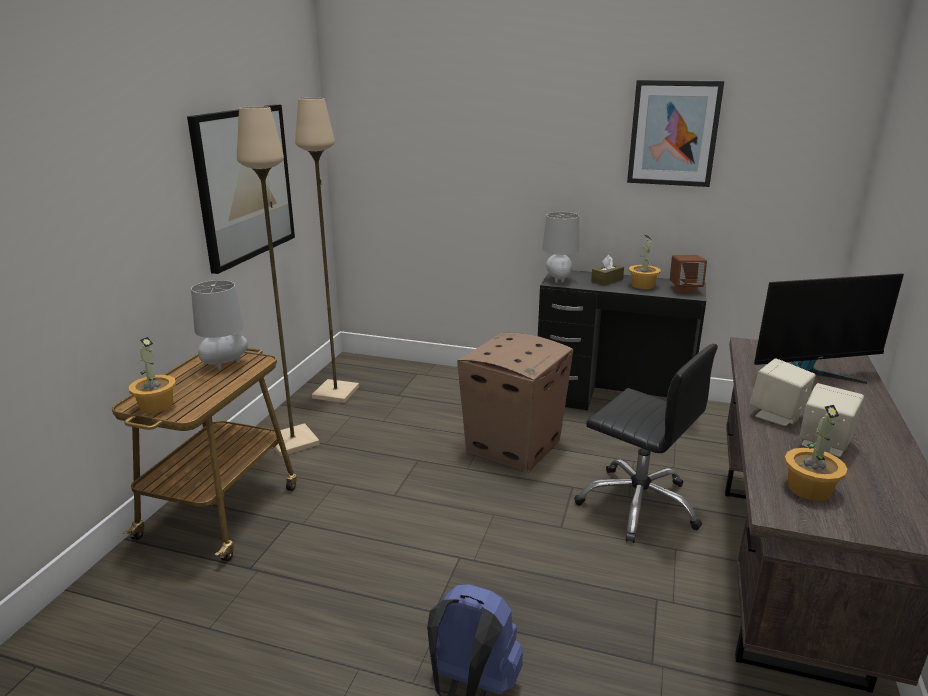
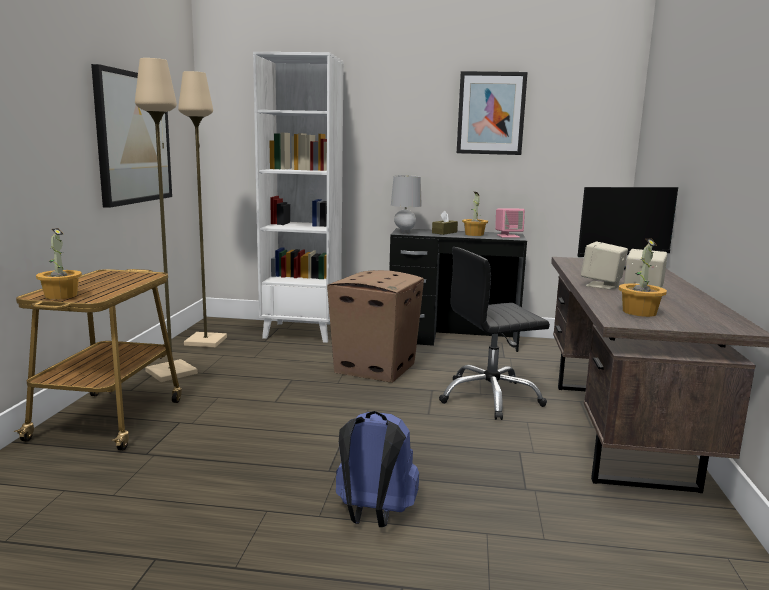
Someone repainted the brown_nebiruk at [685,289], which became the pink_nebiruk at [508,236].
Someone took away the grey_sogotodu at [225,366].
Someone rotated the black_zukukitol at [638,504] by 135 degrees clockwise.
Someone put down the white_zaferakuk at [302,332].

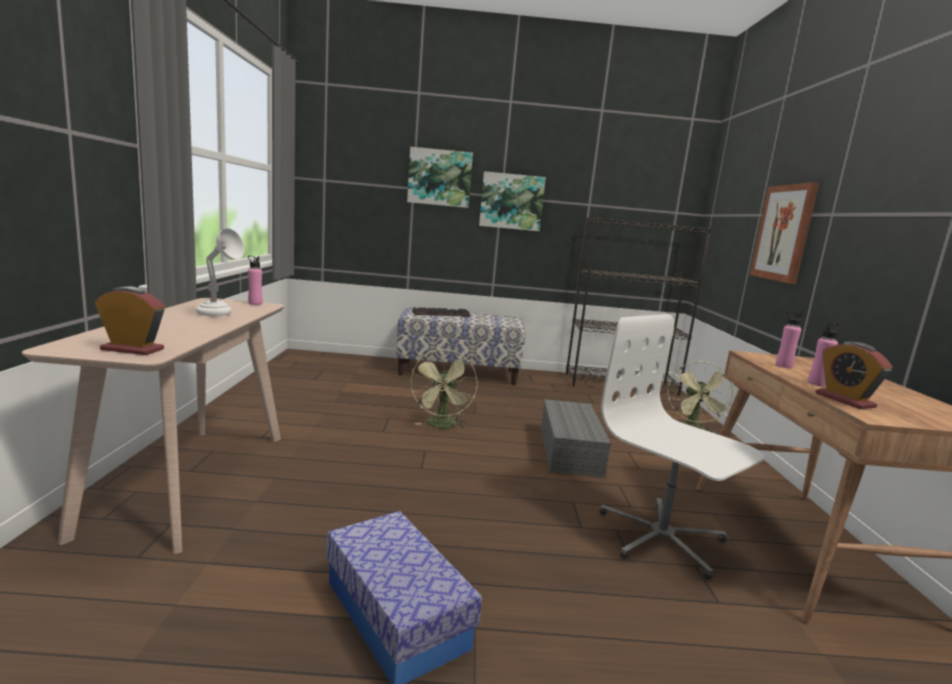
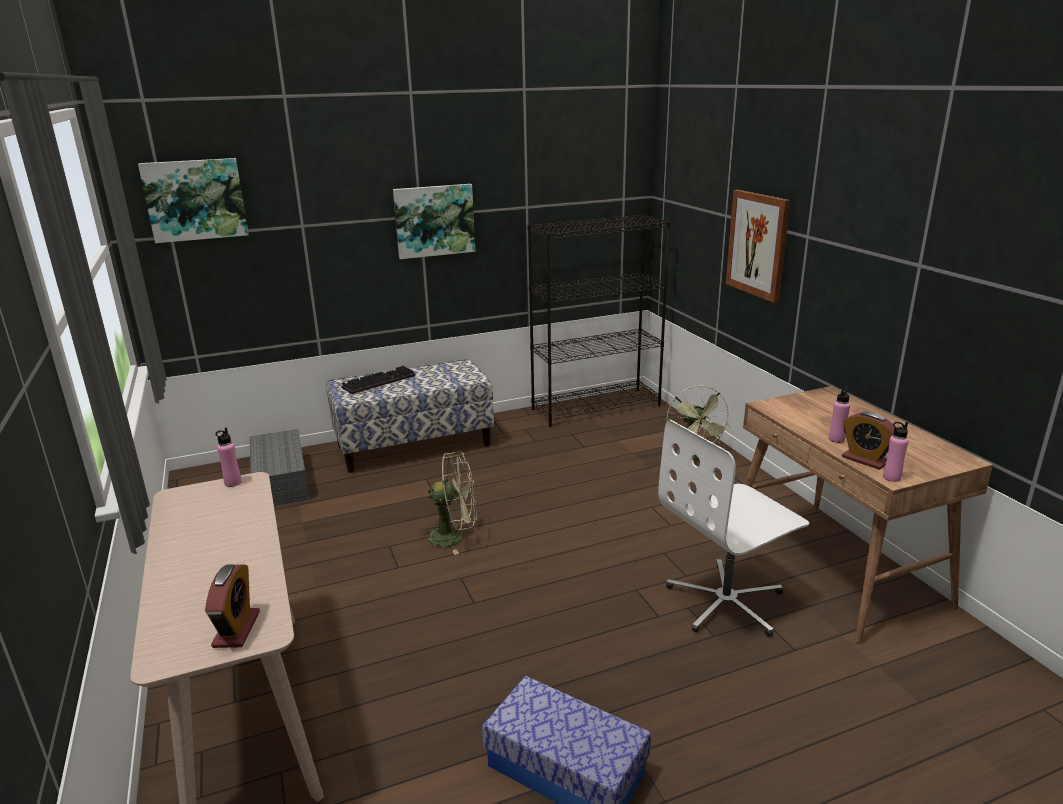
Someone carried the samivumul from [440,177] to [195,200].
Someone took away the white_sogotodu at [220,315].
Someone rotated the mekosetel at [132,349] by 105 degrees clockwise.
Someone carried the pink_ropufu from [783,366] to [891,477].
Someone rotated the white_zukukitol at [661,538] by 60 degrees counterclockwise.
Someone rotated the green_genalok at [442,426] by 75 degrees counterclockwise.
Someone carried the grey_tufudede from [571,451] to [282,481].

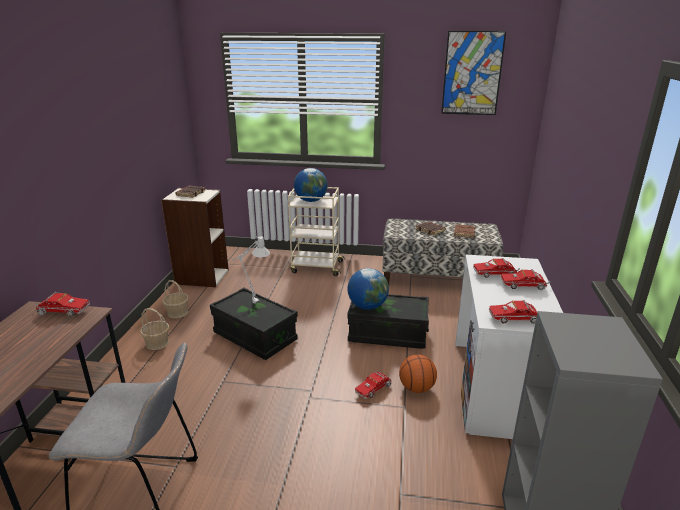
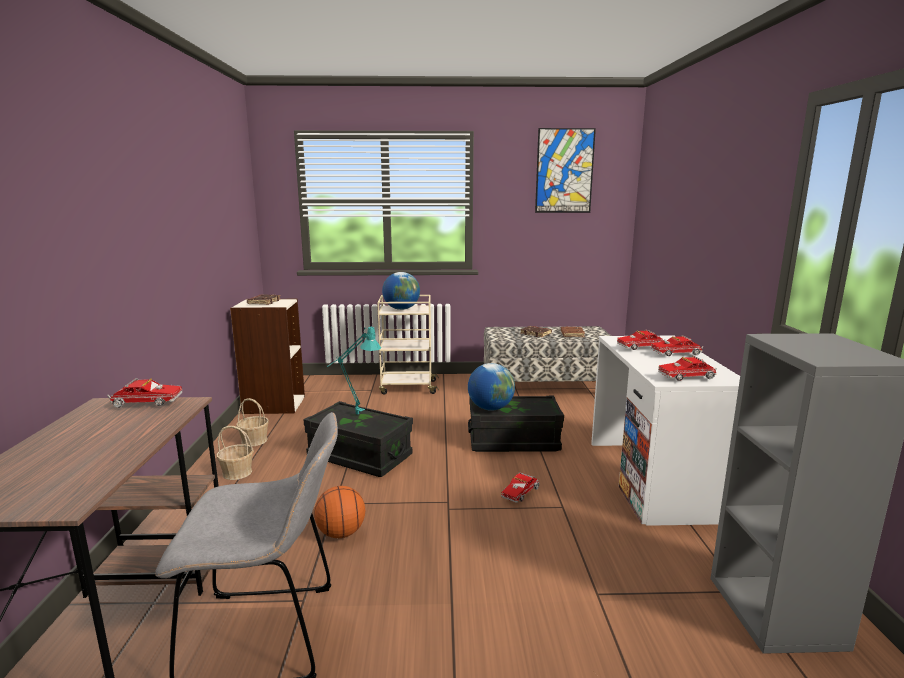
Someone repainted the grey_sogotodu at [251,302], which became the turquoise_sogotodu at [353,414].
Someone carried the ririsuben from [416,388] to [341,533].

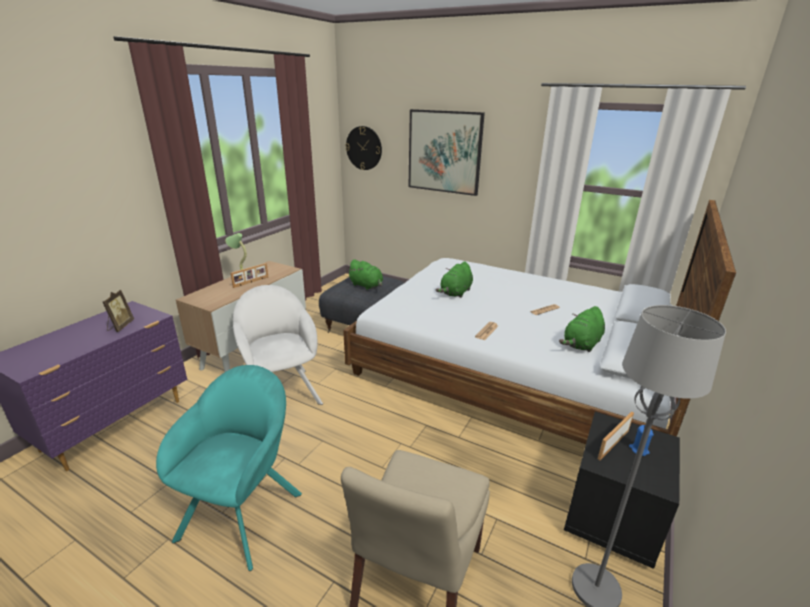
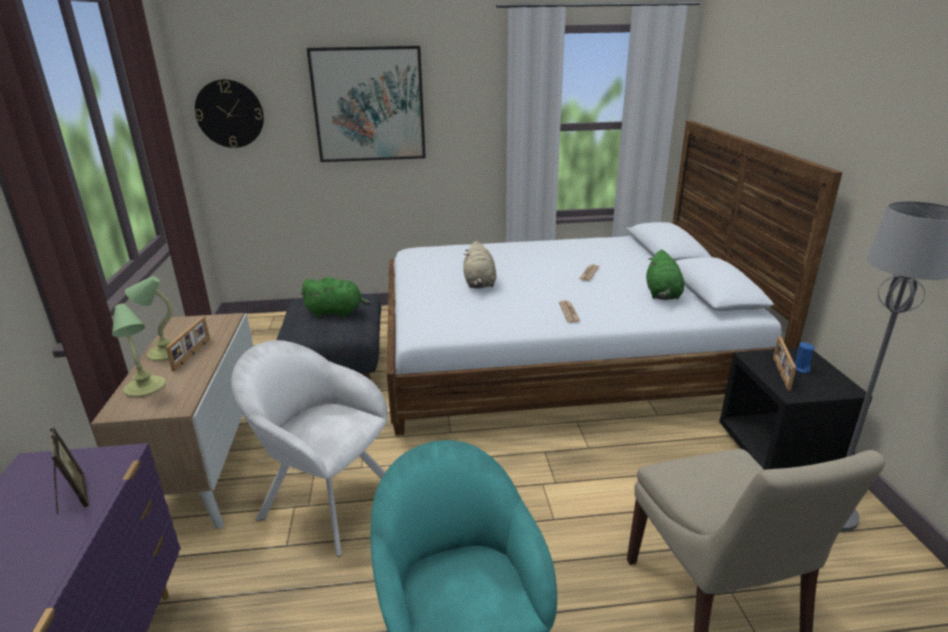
Someone repainted the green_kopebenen at [455,293], which became the beige_kopebenen at [479,283].
Someone put down the sogotodu at [145,388].

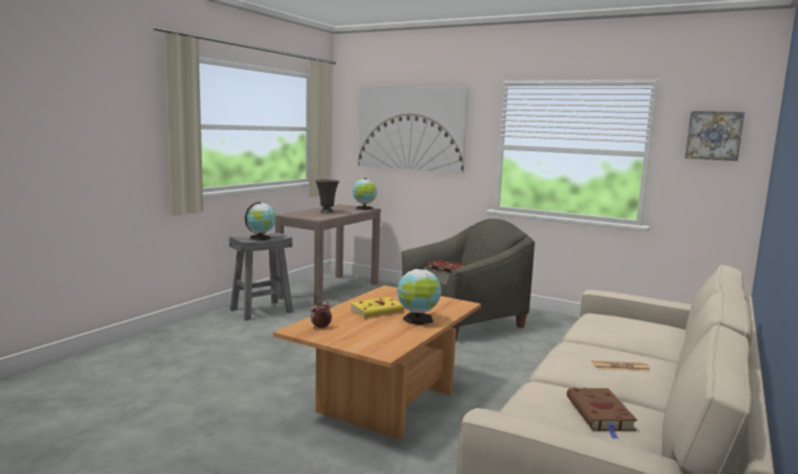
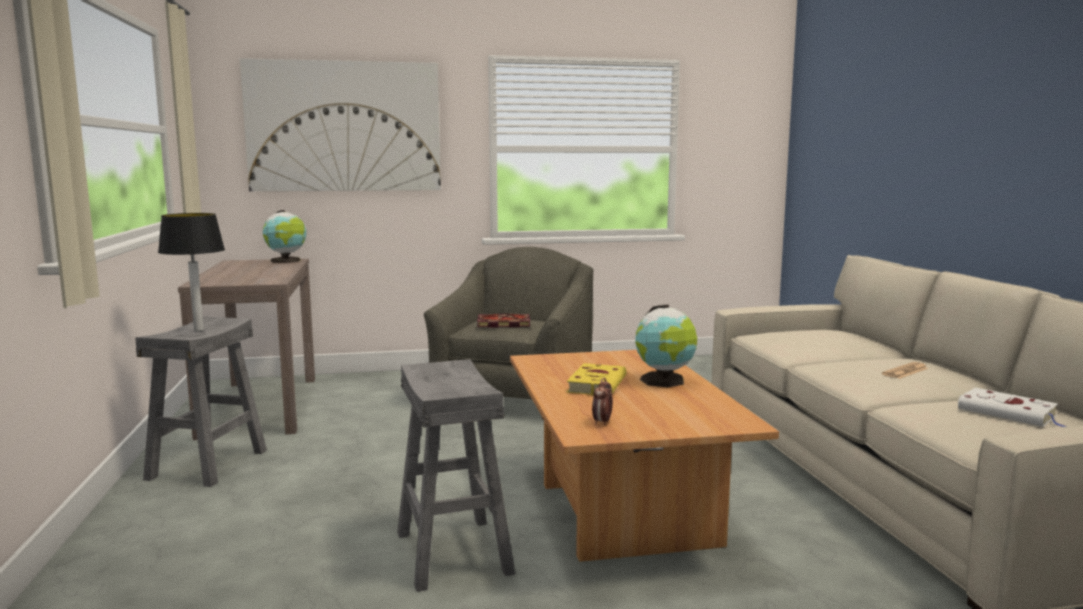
Someone took away the samivumul at [714,135].
Someone took away the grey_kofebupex at [327,212].
Someone swapped the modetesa at [261,238] for the sogotodu at [198,329].
Someone repainted the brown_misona at [601,415], which became the white_misona at [1009,413].
Someone put down the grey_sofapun at [451,552].

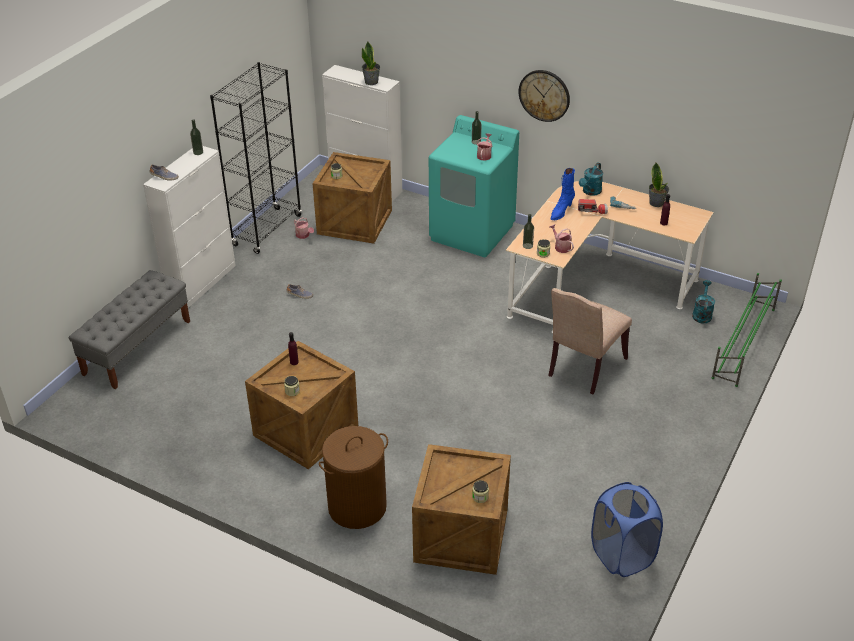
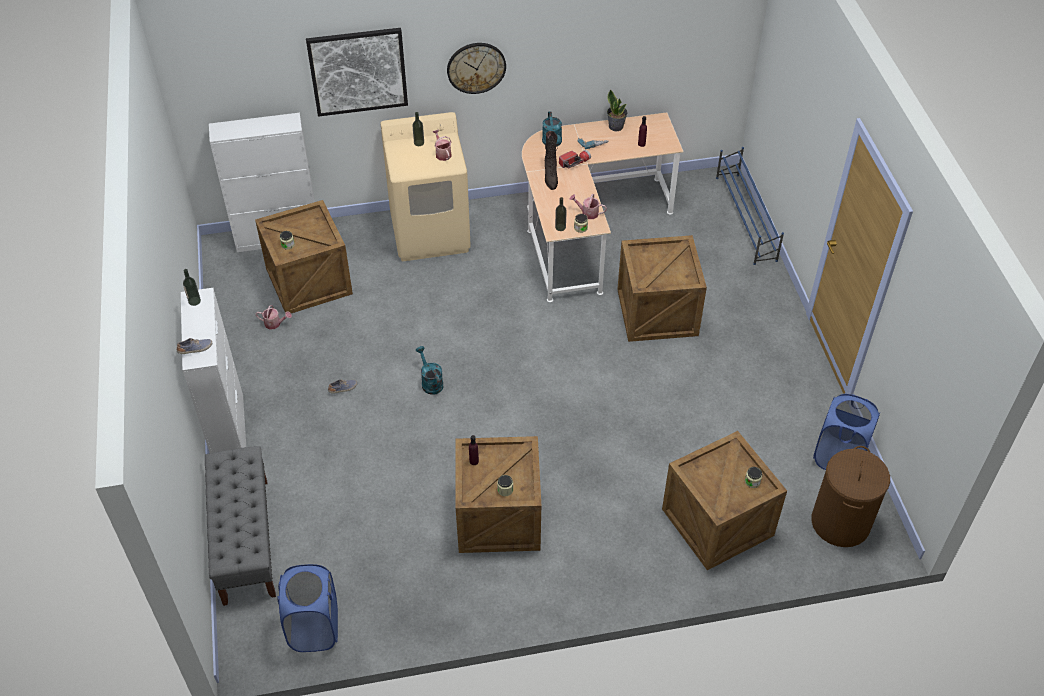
Someone took away the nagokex at [371,82].
Someone took away the black_zaferakuk at [267,230].
Someone repainted the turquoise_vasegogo at [472,232], which became the beige_vasegogo at [430,232].
Someone repainted the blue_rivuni at [561,212], which became the black_rivuni at [550,177].
Someone repainted the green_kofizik at [743,343], which became the blue_kofizik at [745,219].
Someone carried the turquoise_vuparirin from [702,314] to [430,382].
Someone swapped the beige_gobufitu at [584,368] for the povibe at [656,313].
Someone carried the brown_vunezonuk from [357,507] to [840,523].
Someone put up the samivumul at [358,71].
Someone put down the blue_vunezonuk at [314,628].

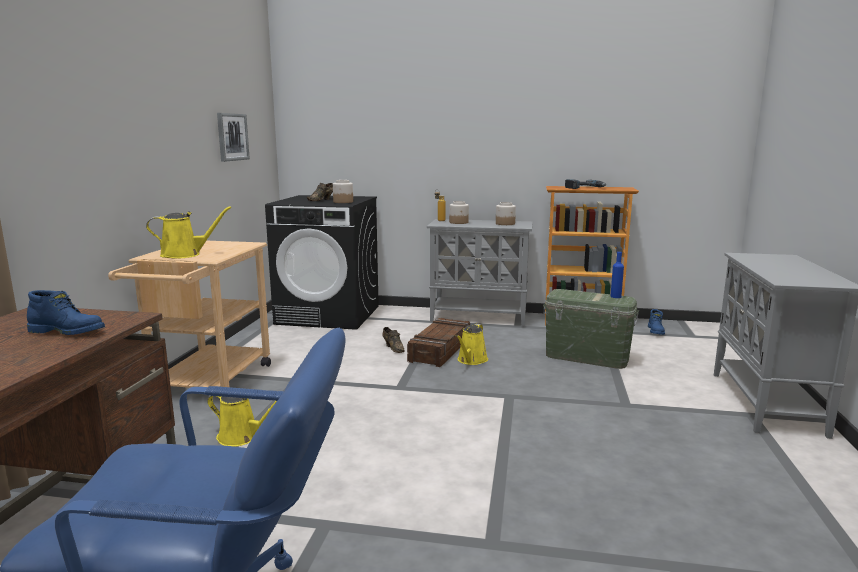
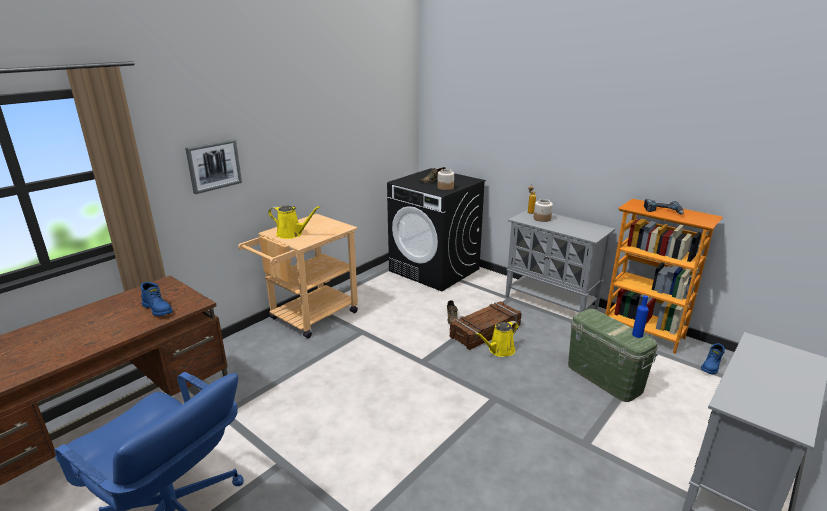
Someone carried the samivumul from [232,137] to [214,165].
Someone took away the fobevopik at [505,224].
Someone took away the yellow_vuparirin at [242,437].

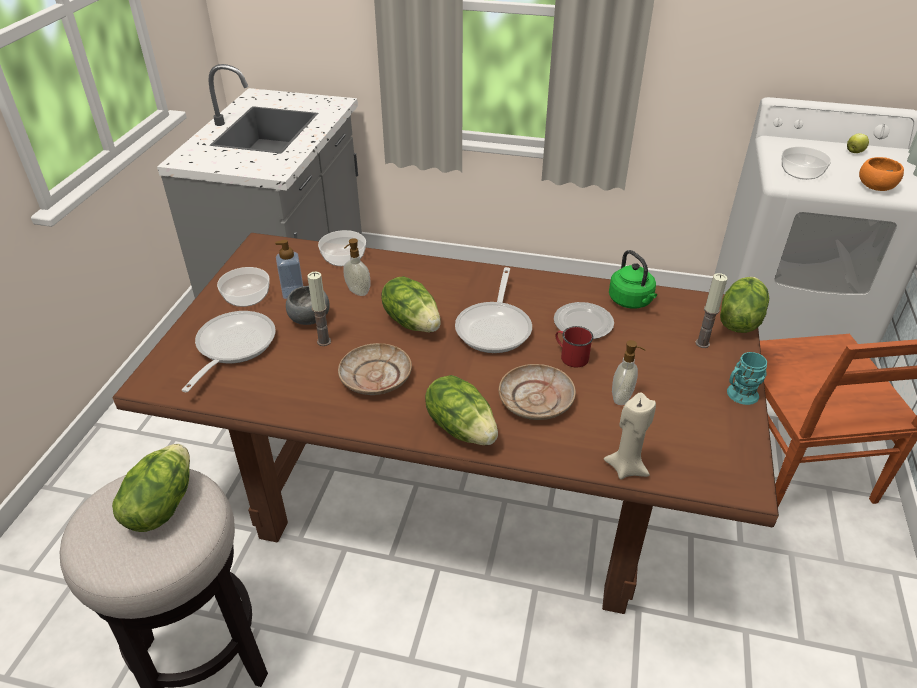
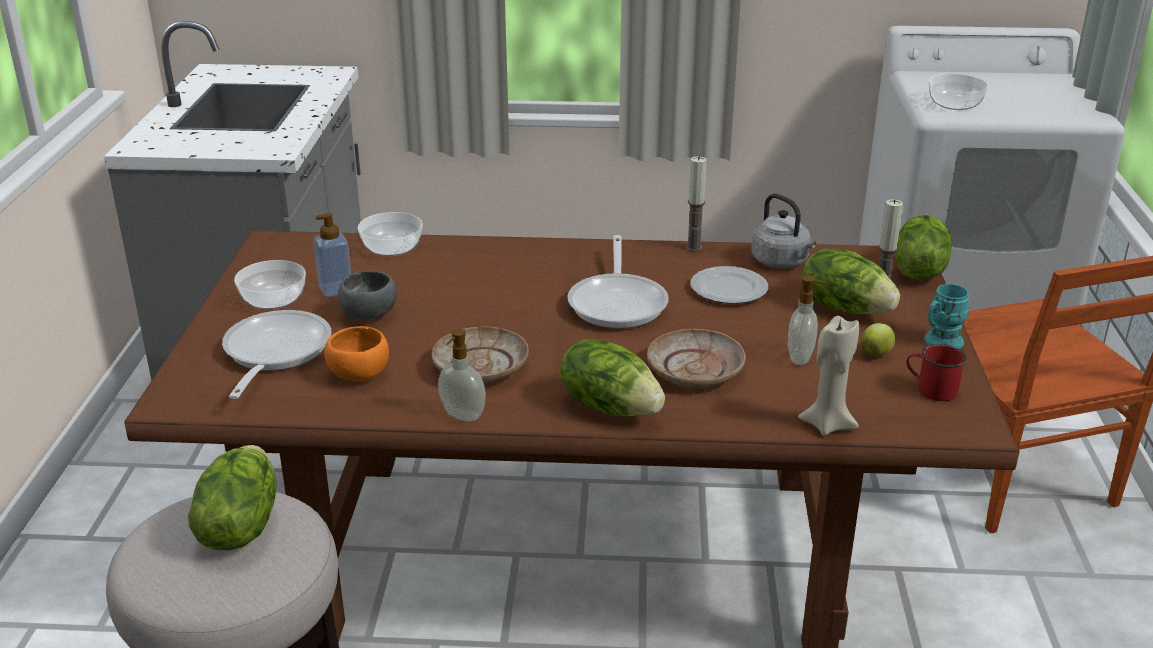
Someone carried the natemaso from [854,152] to [876,353].
Someone carried the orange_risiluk from [876,188] to [359,375].
Someone carried the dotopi from [357,292] to [462,416].
Someone repainted the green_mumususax at [631,301], which became the grey_mumususax at [782,262].
Someone carried the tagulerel from [324,341] to [694,247].
Someone carried the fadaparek from [412,322] to [845,307].
Someone carried the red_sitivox from [570,356] to [931,389].

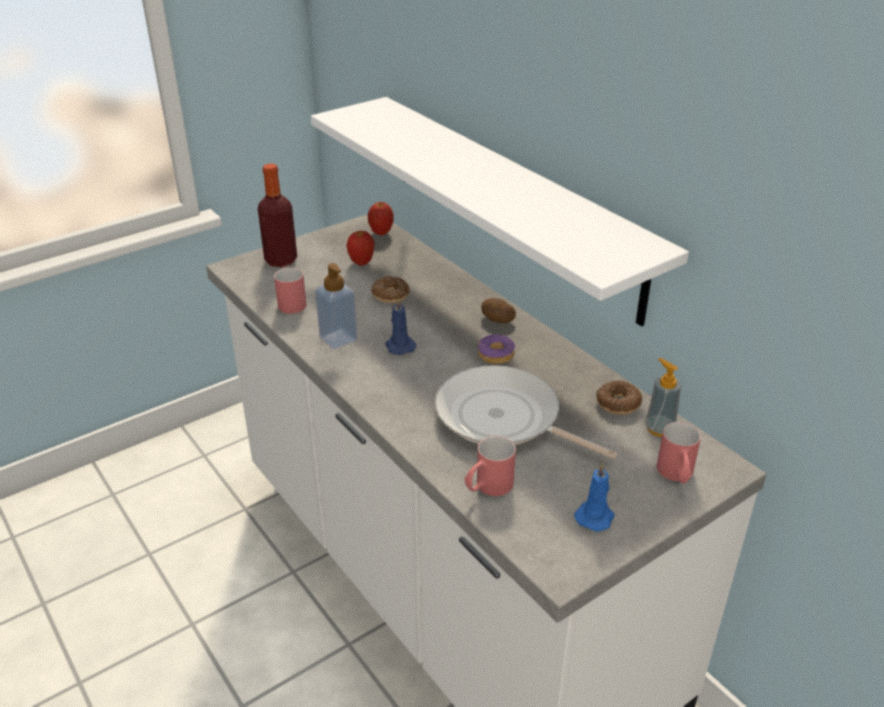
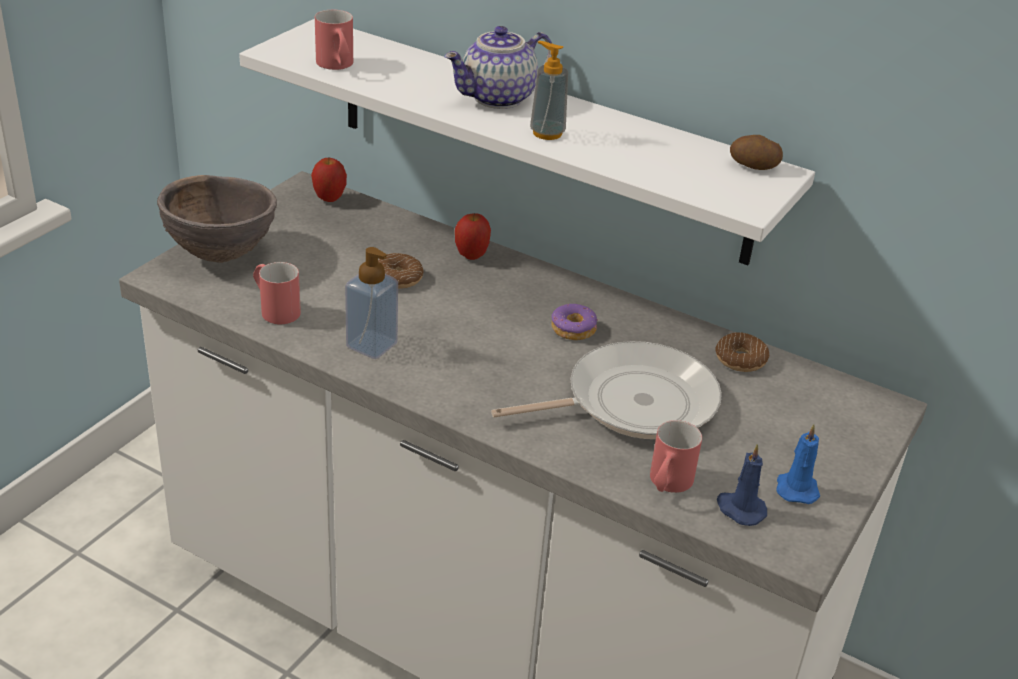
Someone swapped the ropufu at [281,260] for the brown_risiluk at [221,255].
Someone carried the natemaso from [361,263] to [471,256].
Someone carried the blue_tagulerel from [399,346] to [740,509].
Someone carried the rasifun from [497,320] to [753,166].
Someone carried the dotopi from [659,428] to [547,133].
Someone rotated the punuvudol at [503,419] by 150 degrees clockwise.
Someone carried the red_sitivox from [676,476] to [337,66].
Someone put down the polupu at [498,99].

